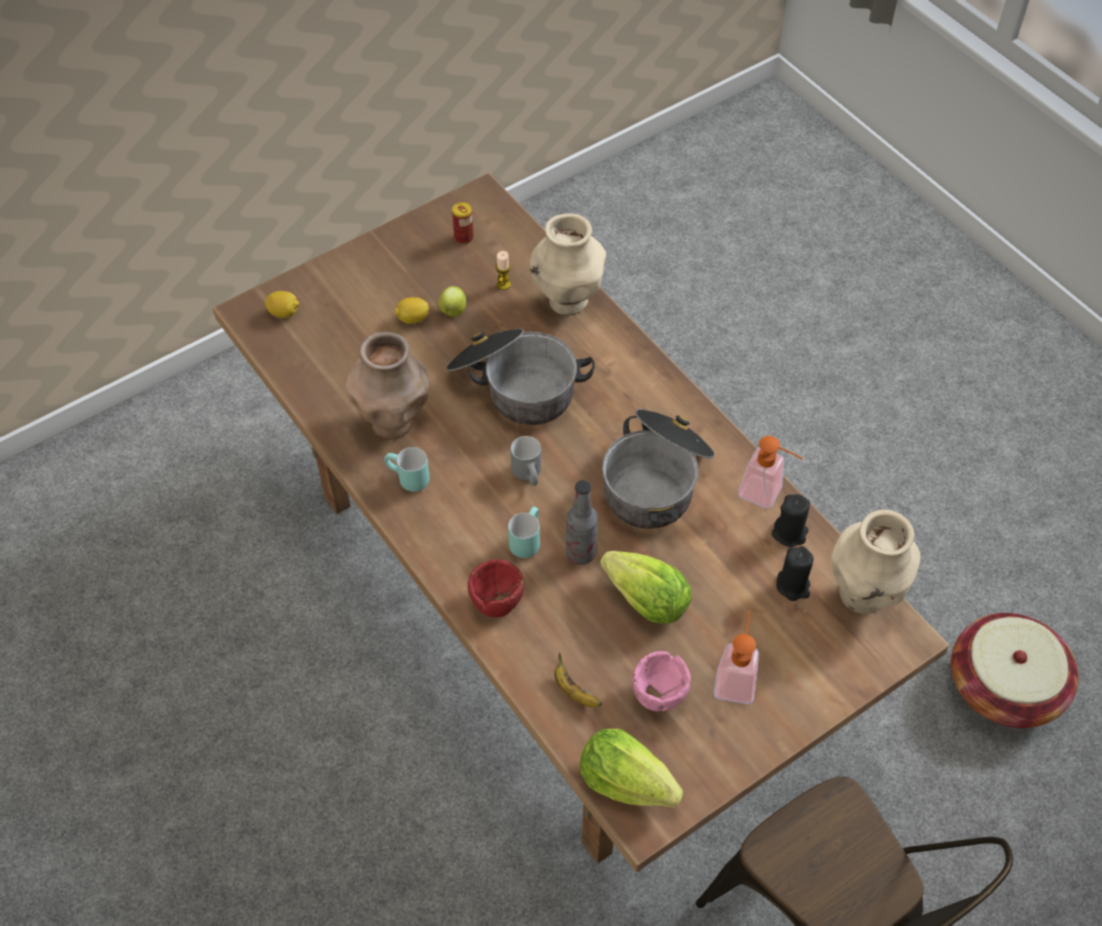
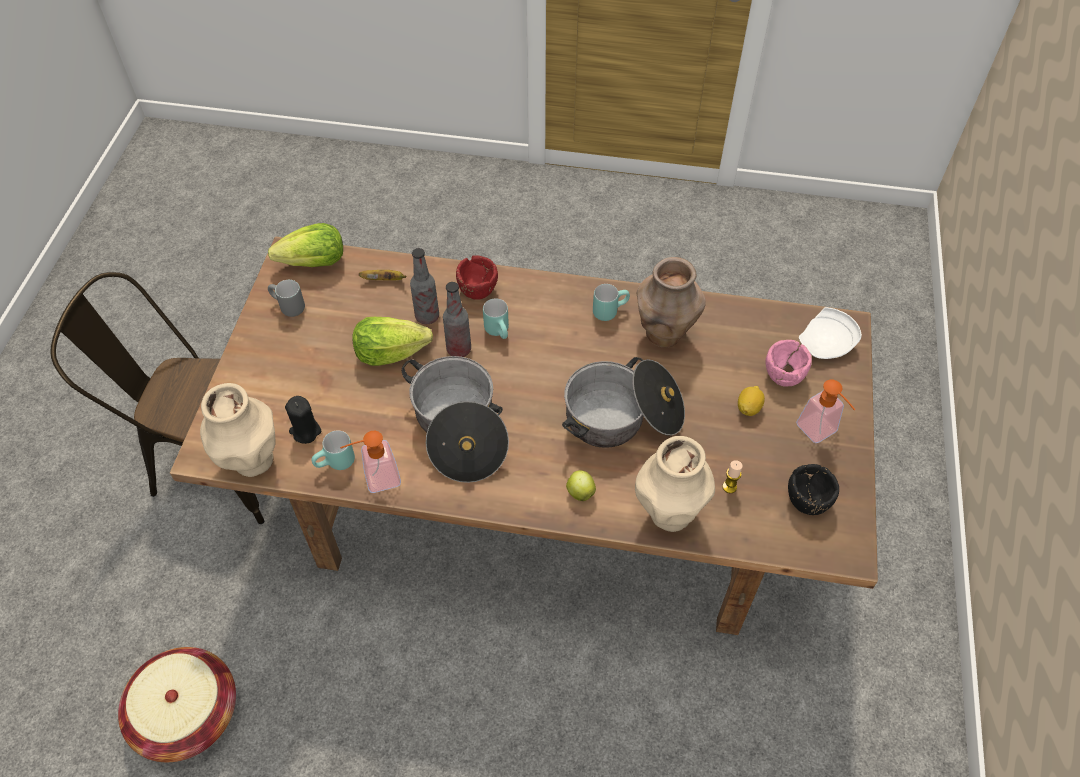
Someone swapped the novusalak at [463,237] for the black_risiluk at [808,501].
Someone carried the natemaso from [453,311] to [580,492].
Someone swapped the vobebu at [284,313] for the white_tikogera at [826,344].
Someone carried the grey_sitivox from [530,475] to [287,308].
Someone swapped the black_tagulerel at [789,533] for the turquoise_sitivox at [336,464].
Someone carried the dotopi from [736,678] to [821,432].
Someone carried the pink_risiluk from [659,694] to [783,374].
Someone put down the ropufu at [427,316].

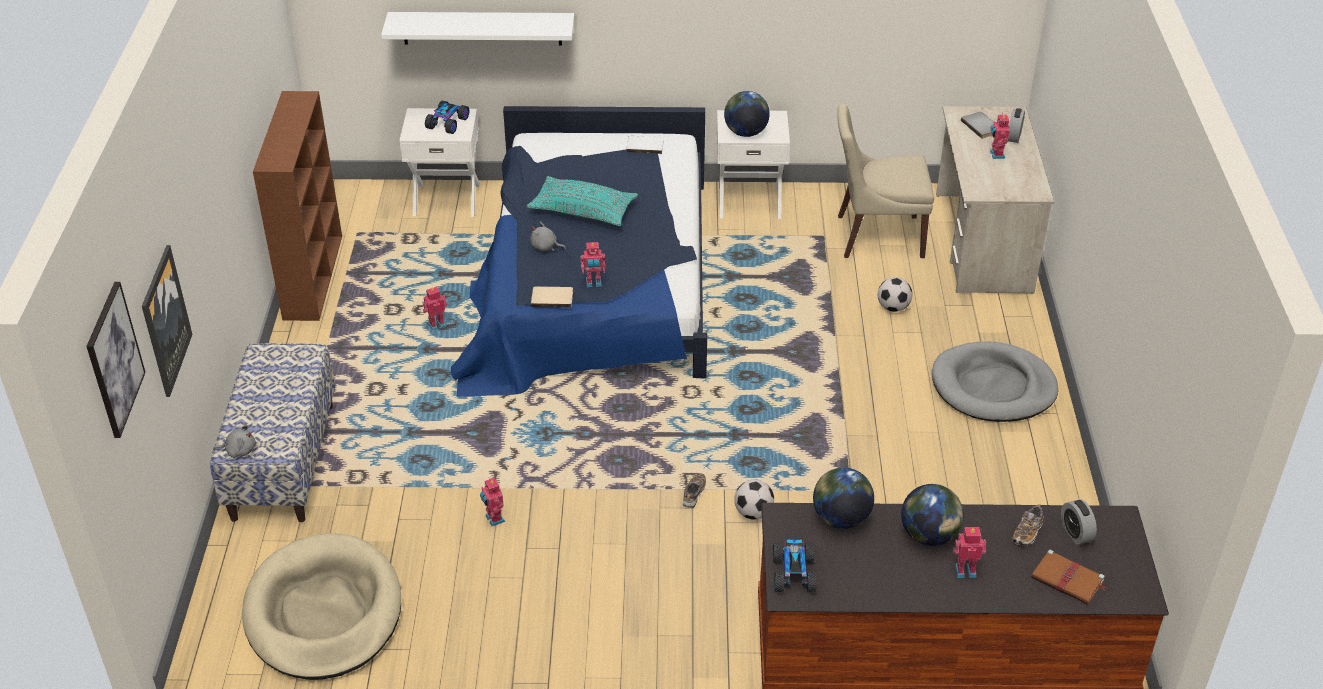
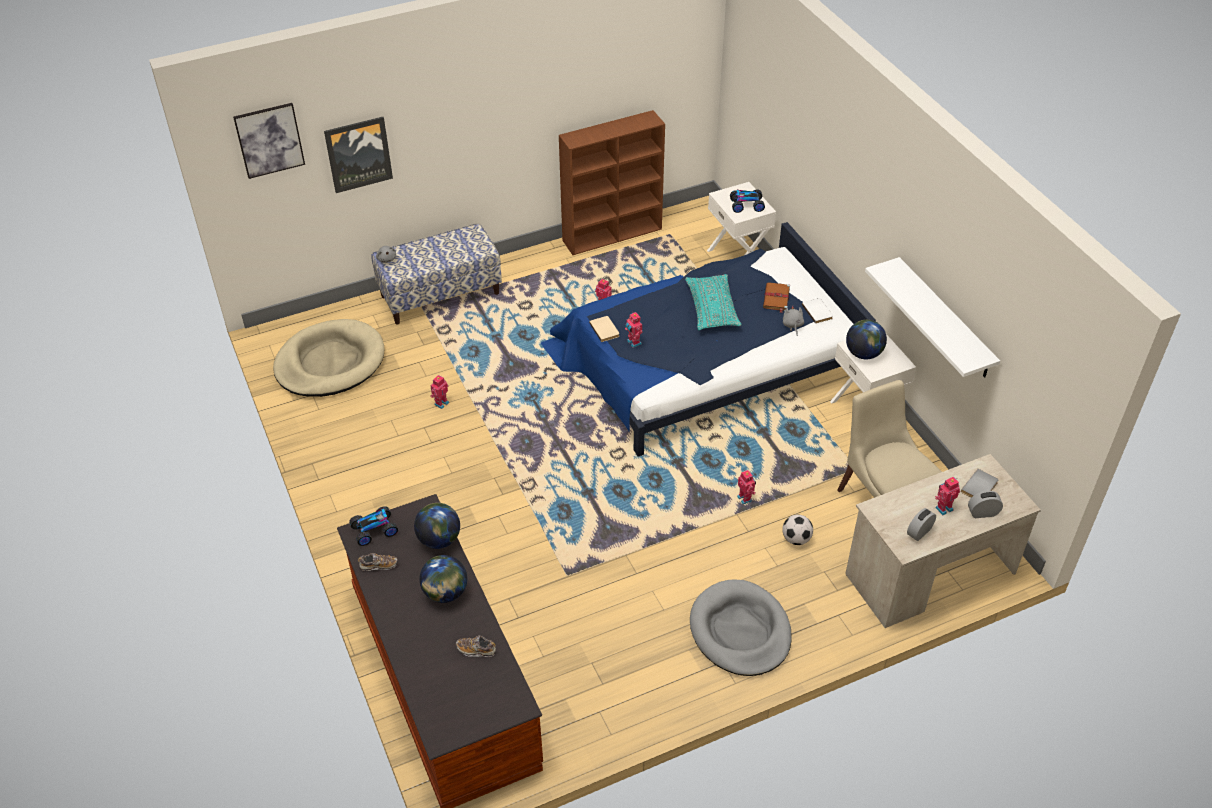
Someone carried the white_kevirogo from [482,28] to [944,319].
Someone carried the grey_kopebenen from [545,247] to [792,325].
Someone carried the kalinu from [694,494] to [378,565].
Someone took away the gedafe at [753,513].
Someone carried the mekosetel from [1075,533] to [919,532].
Someone carried the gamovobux from [965,570] to [745,498].
Someone carried the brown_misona from [1068,580] to [776,298].

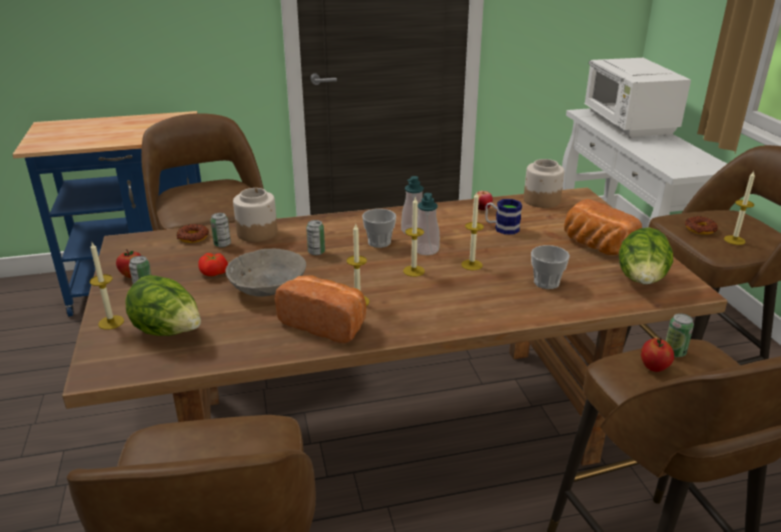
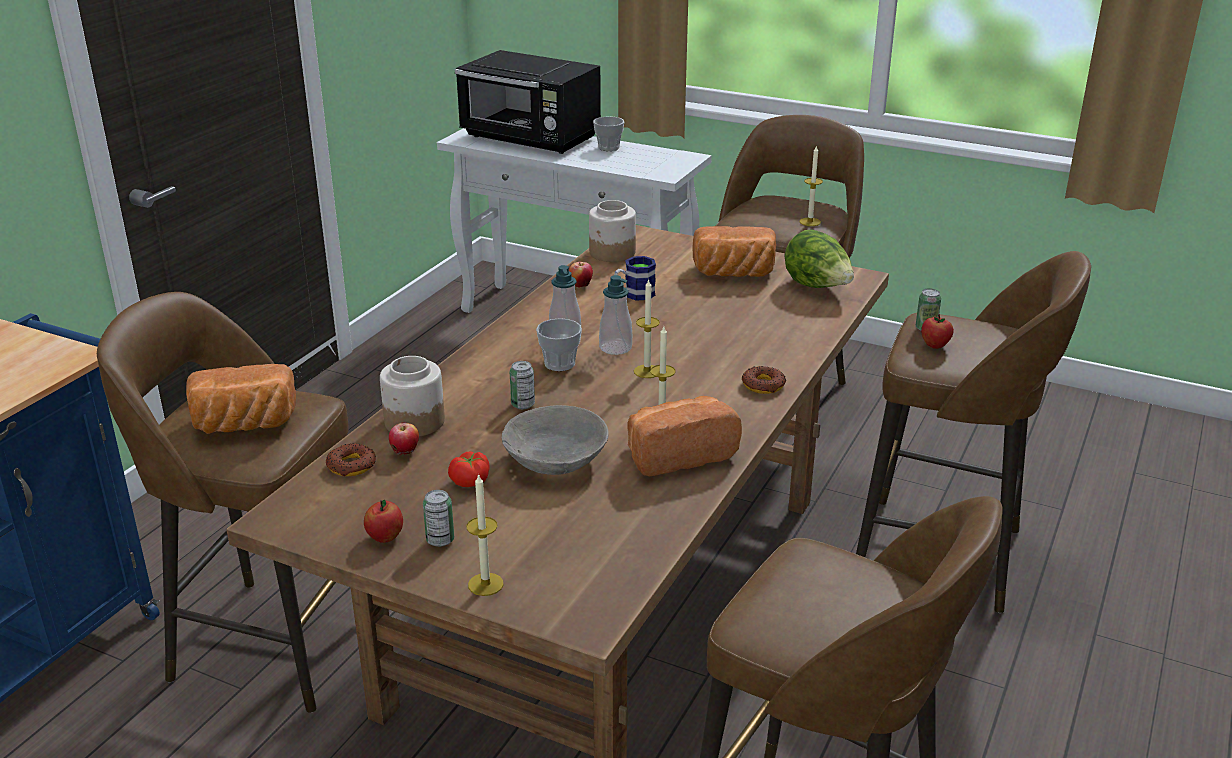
Someone repainted the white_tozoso at [628,124], which became the black_tozoso at [531,138].
Someone took away the tagulerel at [471,265].
Someone swapped the novusalak at [222,244] for the natemaso at [405,453].
Someone carried the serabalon from [700,229] to [763,385].
Someone carried the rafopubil from [546,282] to [608,147].
Someone took away the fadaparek at [169,332].
Someone put down the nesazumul at [244,425].

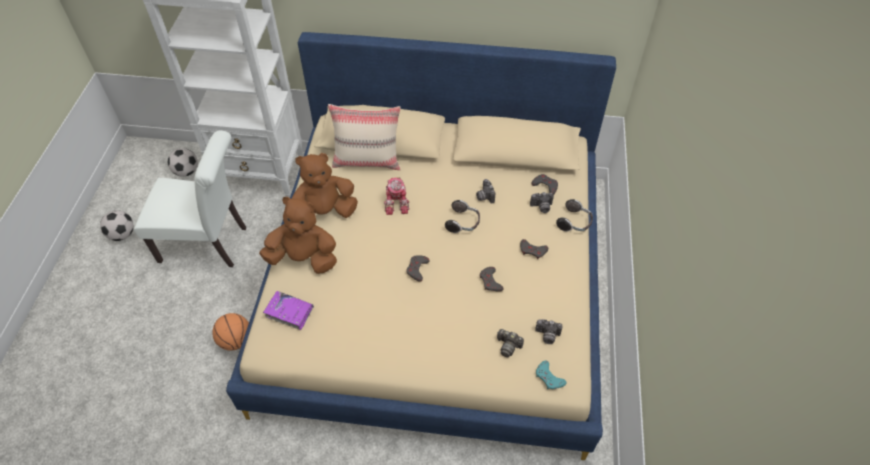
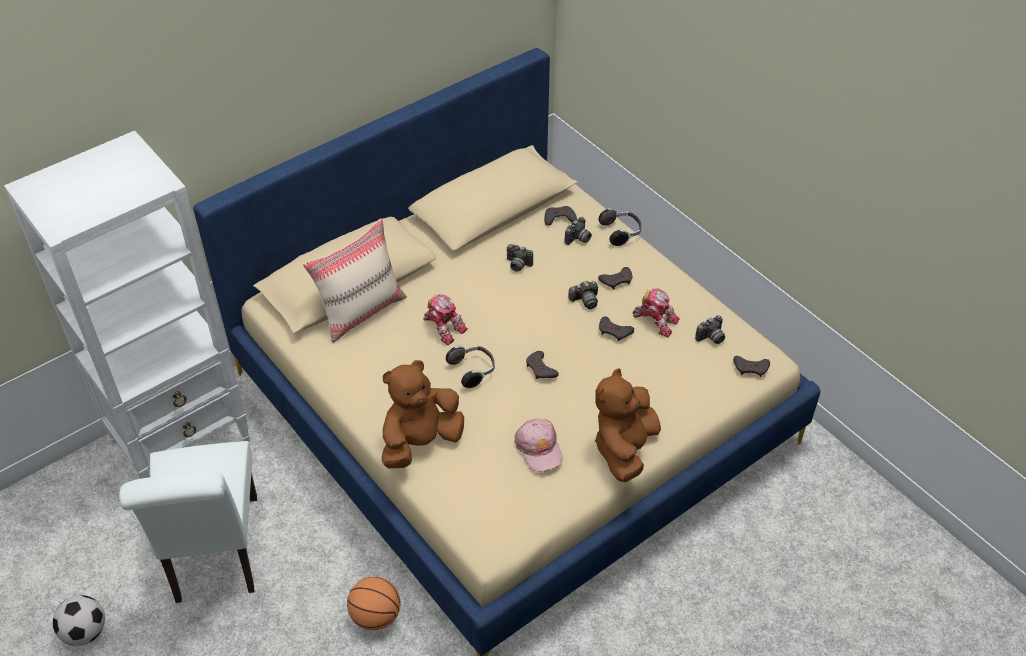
Someone rotated the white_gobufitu at [209,244] by 120 degrees clockwise.
Someone took away the gedafe at [186,171].
Someone carried the brown_kopebenen from [324,213] to [624,448].
Someone carried the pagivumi from [463,223] to [473,370].
Someone took away the purple_misona at [289,312].
Someone carried the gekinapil from [508,346] to [585,300].
Someone repainted the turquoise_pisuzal at [549,378], which became the grey_pisuzal at [751,368].
Someone put down the gamovobux at [656,320].
Someone put down the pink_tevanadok at [539,448].

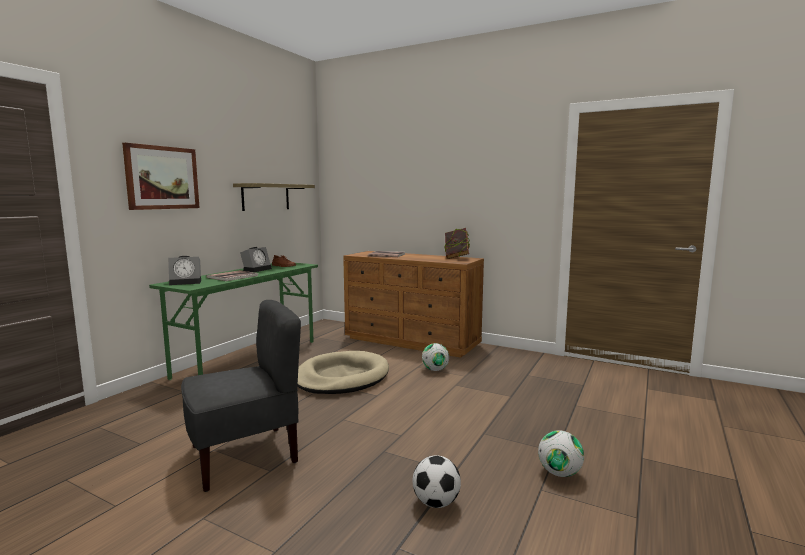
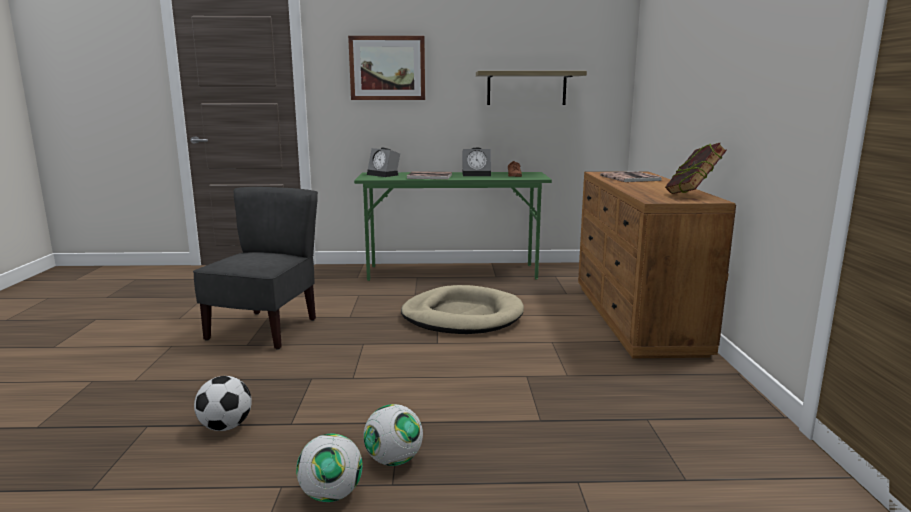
Someone rotated the grey_gobufitu at [245,456] by 105 degrees counterclockwise.
Someone carried the gedafe from [435,370] to [394,460].

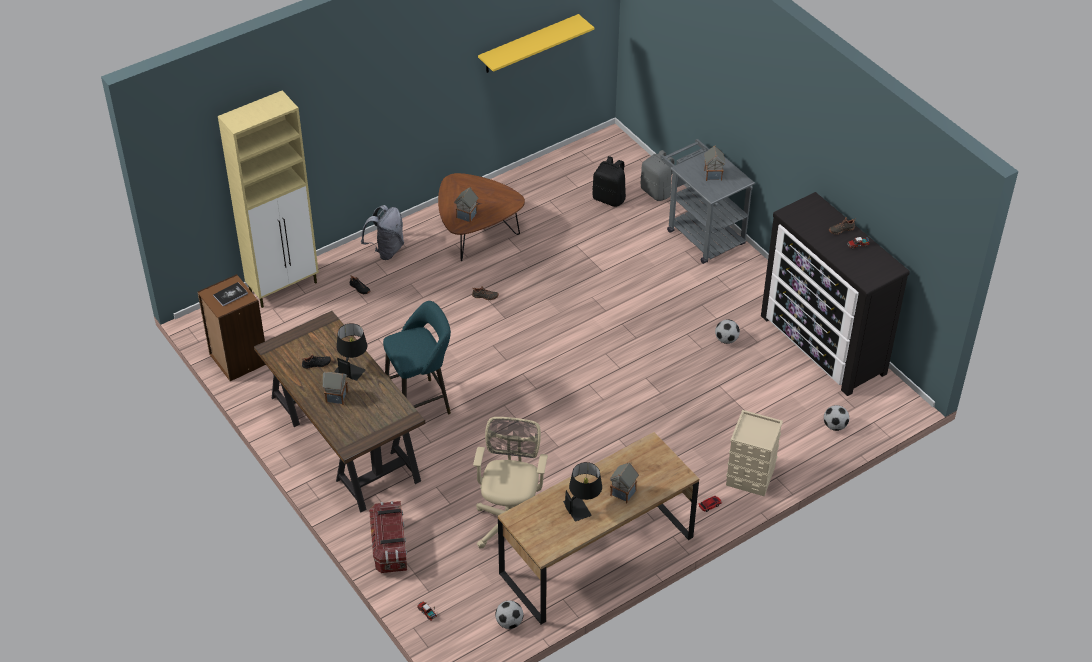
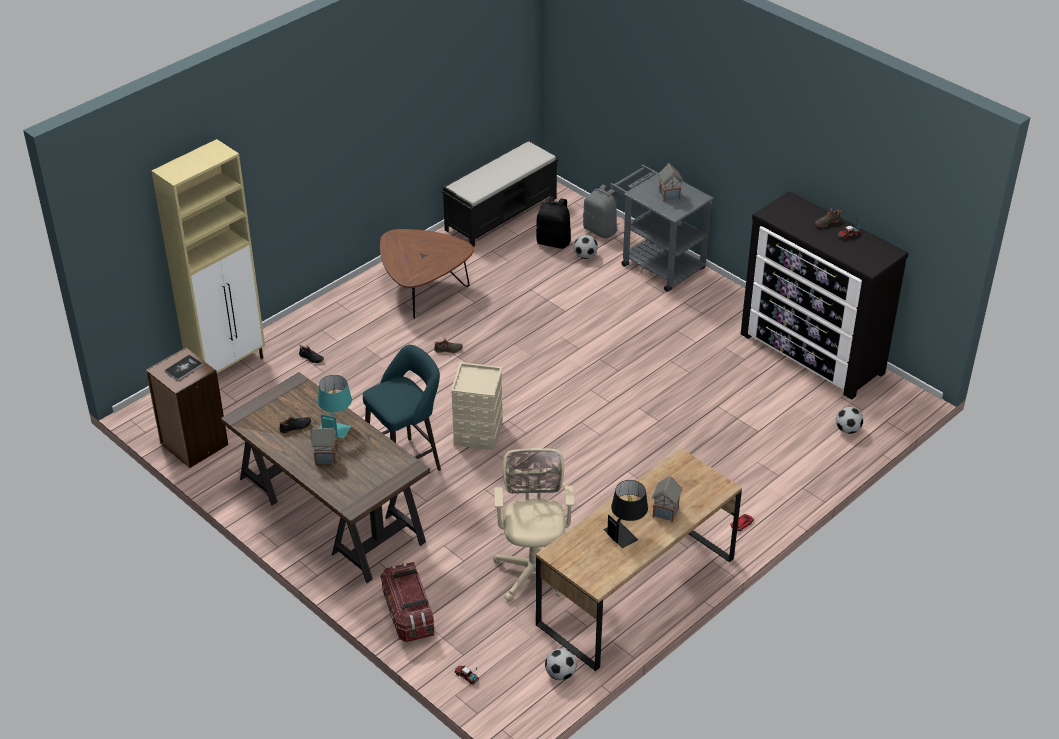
Someone took away the yellow_kevirogo at [528,44].
Someone took away the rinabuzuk at [466,215].
Someone took away the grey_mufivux at [386,250].
Someone carried the gedafe from [726,340] to [585,256].
Someone repainted the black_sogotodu at [352,366], which became the turquoise_sogotodu at [336,424].
Someone carried the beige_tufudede from [751,477] to [478,434].
Someone put down the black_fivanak at [501,213].

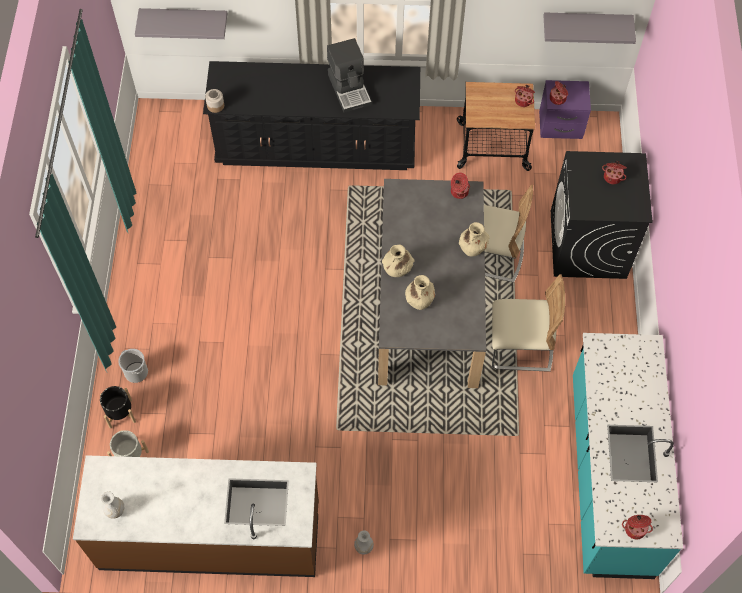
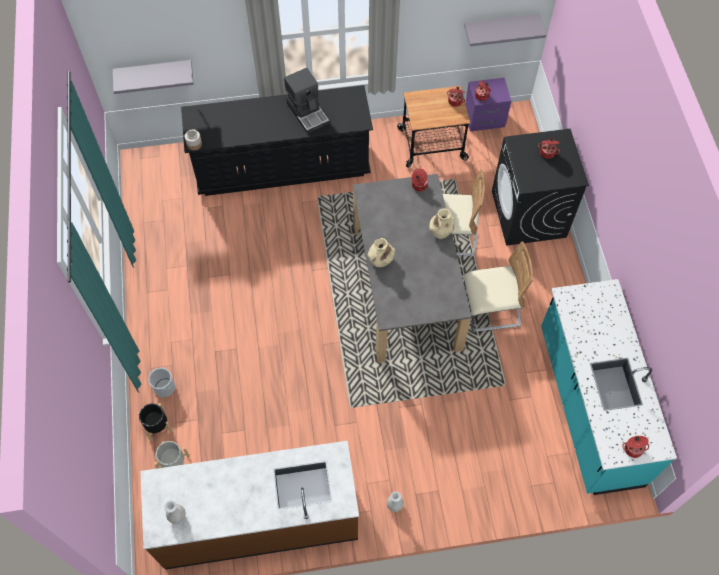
Someone took away the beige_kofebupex at [419,299].

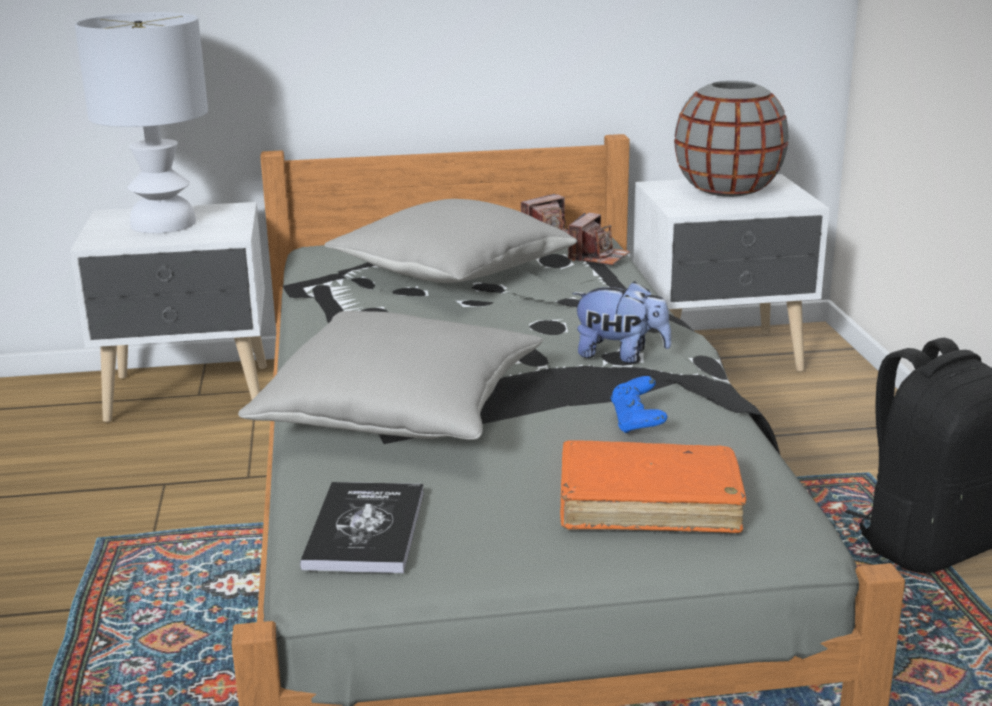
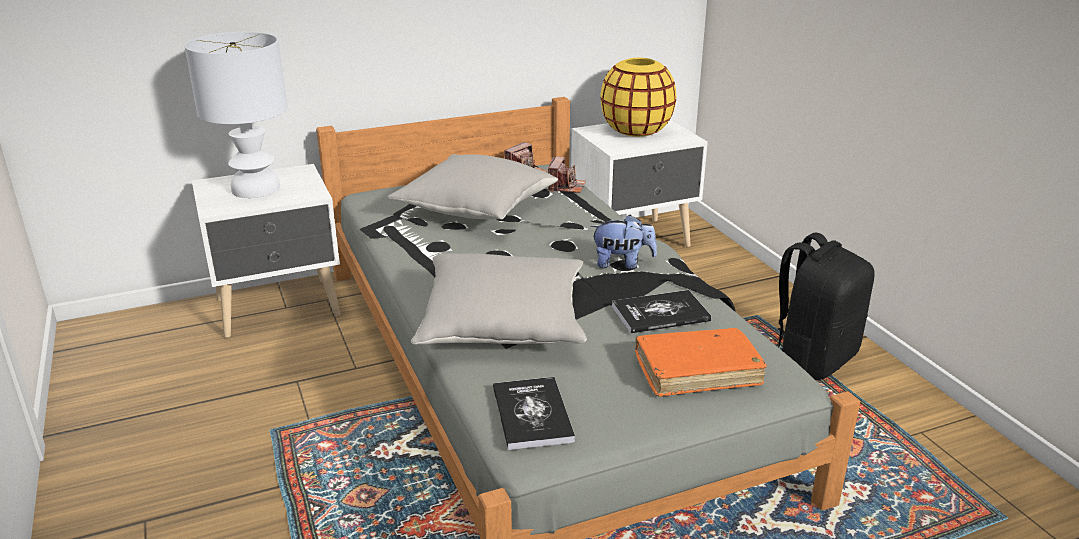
Someone repainted the grey_kofebupex at [727,190], which became the yellow_kofebupex at [636,131].
Someone swapped the blue_pisuzal at [637,423] for the misona at [660,313].

